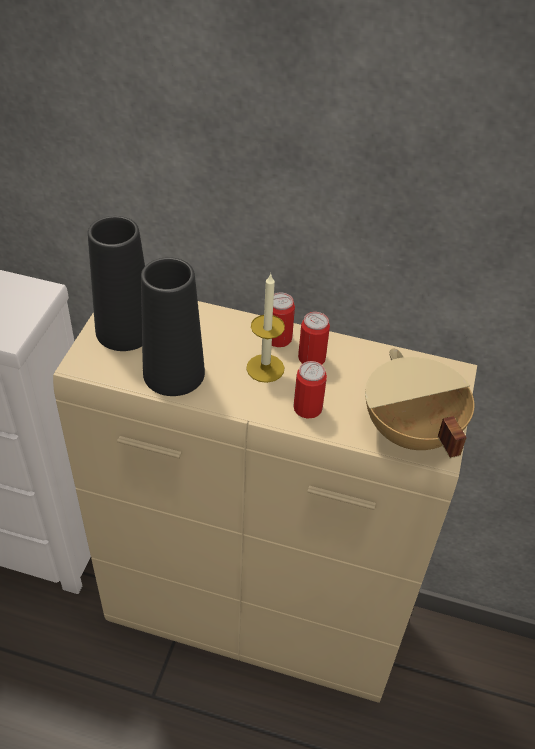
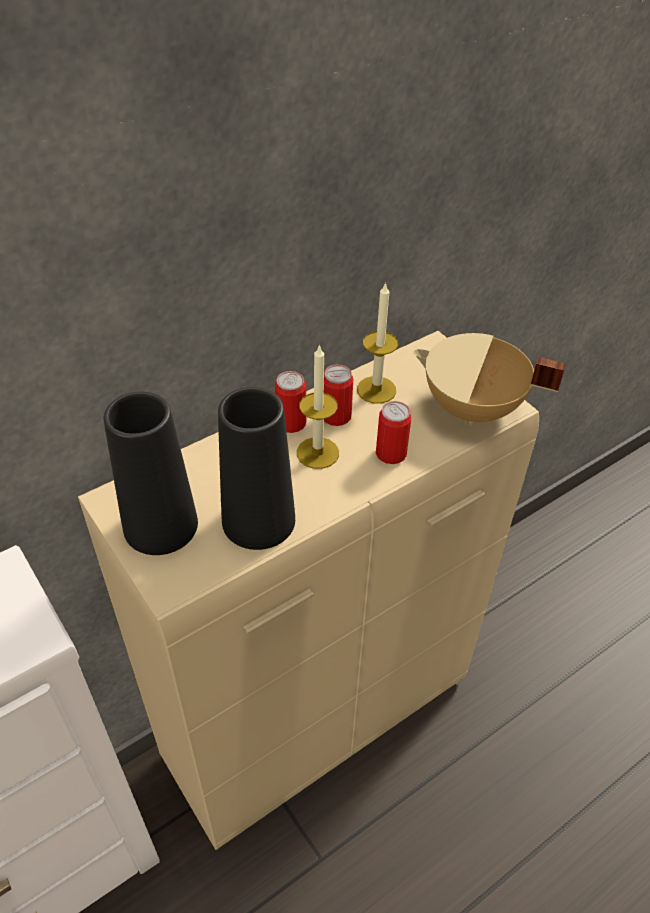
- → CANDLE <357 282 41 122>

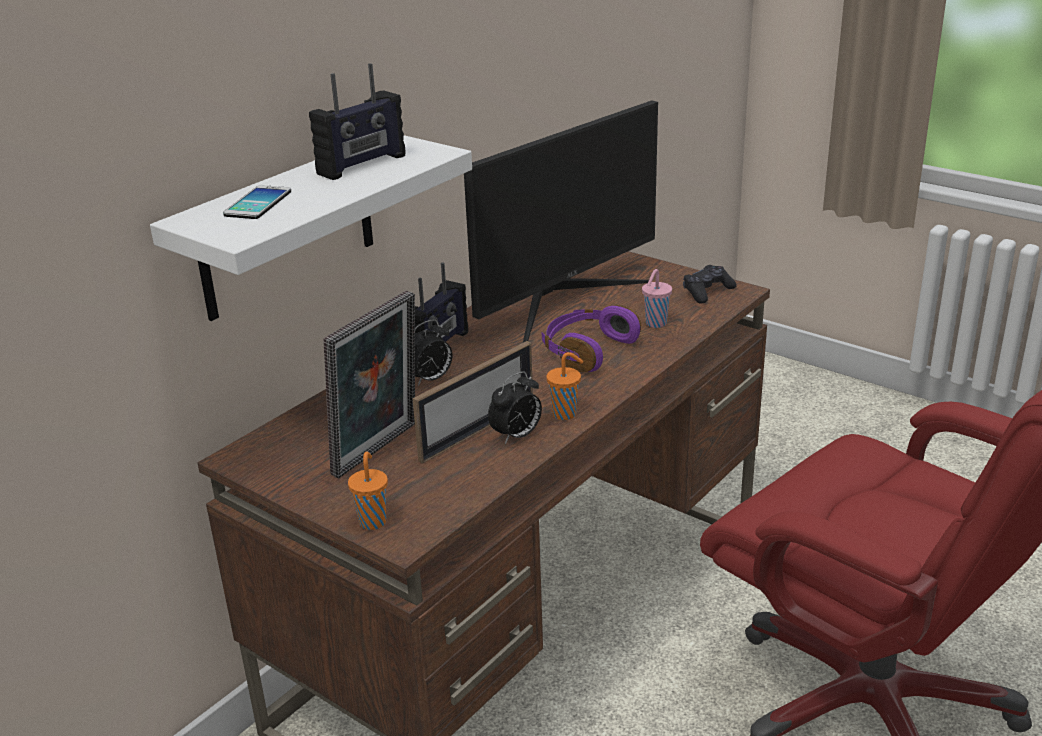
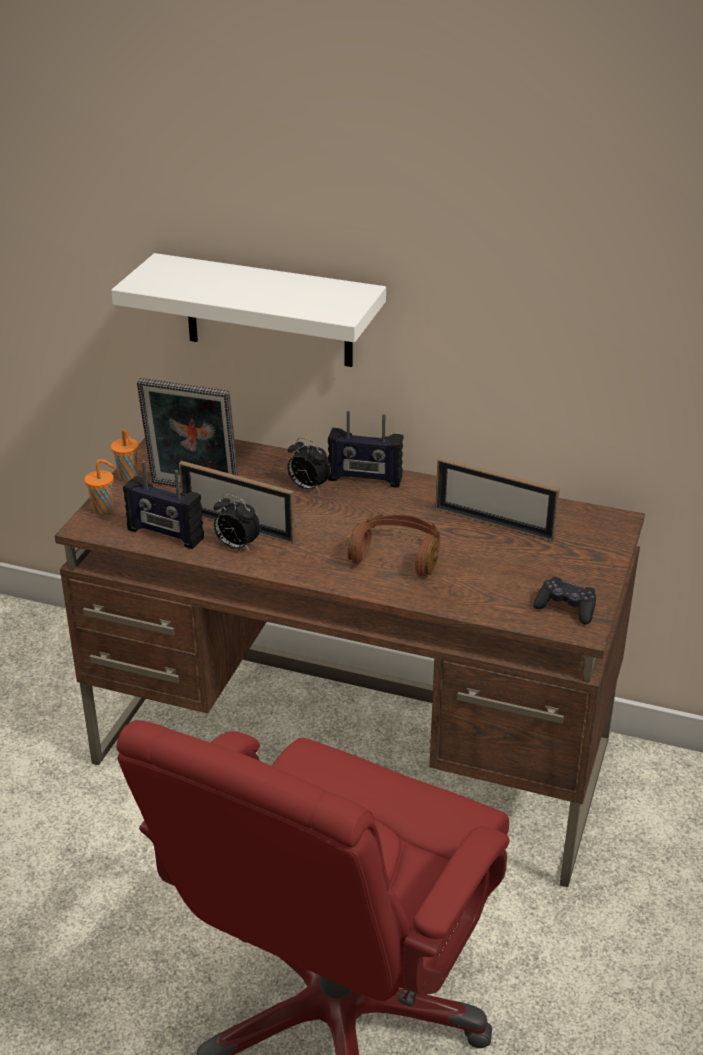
RADIO SET <309 63 96 117> → RADIO SET <123 461 81 88>, relocated
COMPUTER SCREEN <464 100 194 243> → STANDING FRAME <435 457 125 84>
TELEPHONE <223 185 68 34> → -
PINKISH SMALL CUP <642 269 30 59> → -
PURPLISH HEADSET <542 305 99 67> → BROWN HEADSET <347 514 93 62>
ORANGE SMALL CUP <546 352 37 68> → ORANGE SMALL CUP <111 429 28 52>, relocated

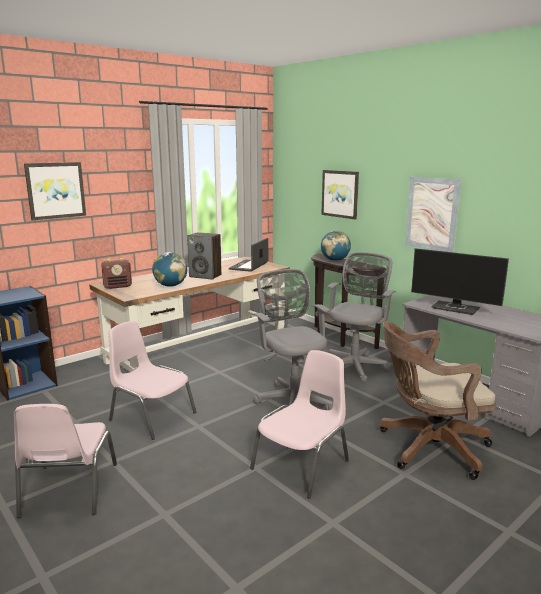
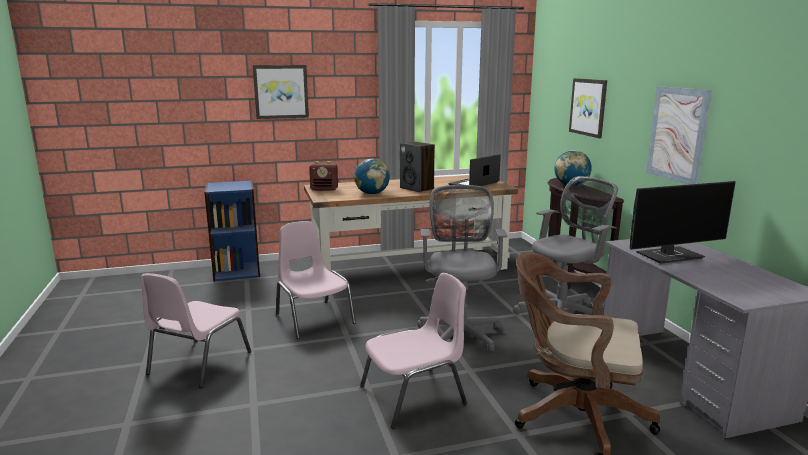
COMPUTER SCREEN <411 248 98 67> → COMPUTER SCREEN <630 181 106 83>, 75 degrees counterclockwise

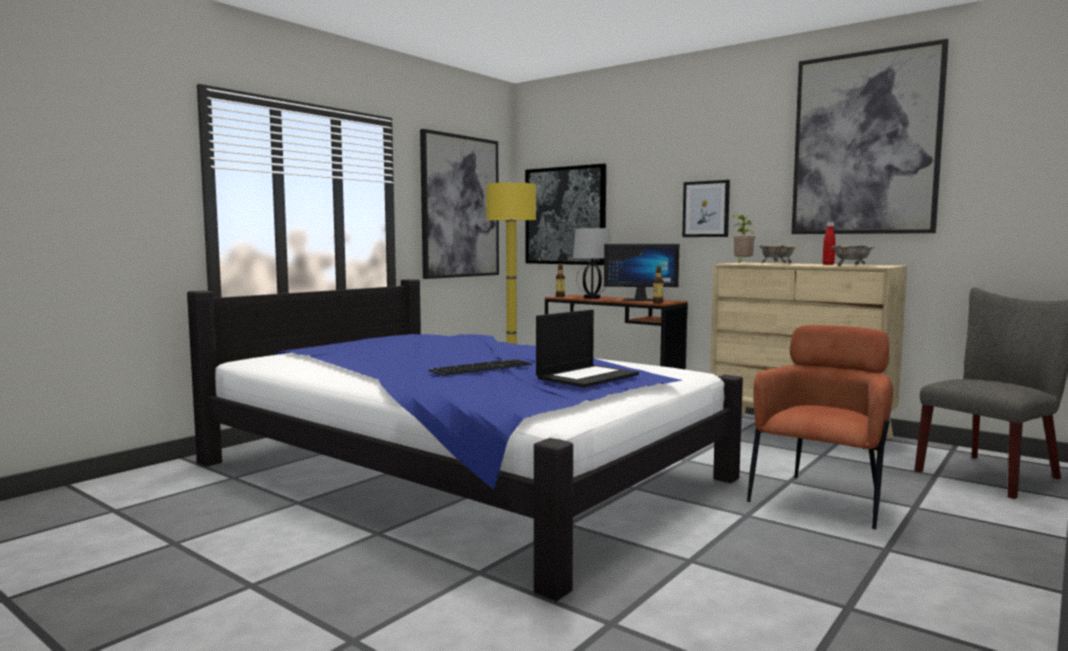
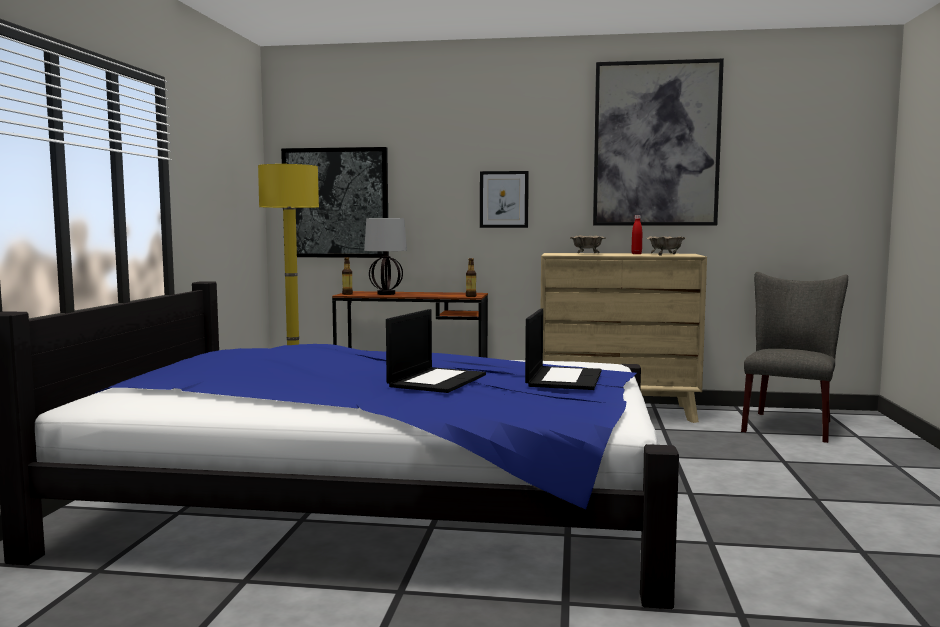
PICTURE <420 129 79 150> → -
POTTED PLANT <733 215 23 49> → -
COMPUTER SCREEN <604 244 75 57> → -
BROWN ARMCHAIR <747 325 146 204> → -
COMPUTER KEYBOARD <429 359 103 17> → LAPTOP <386 309 100 84>

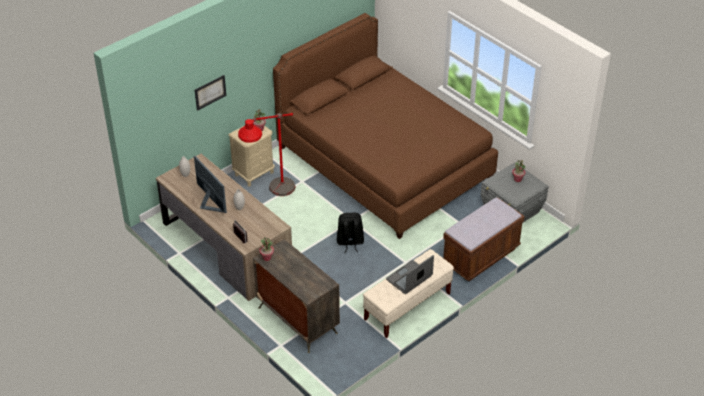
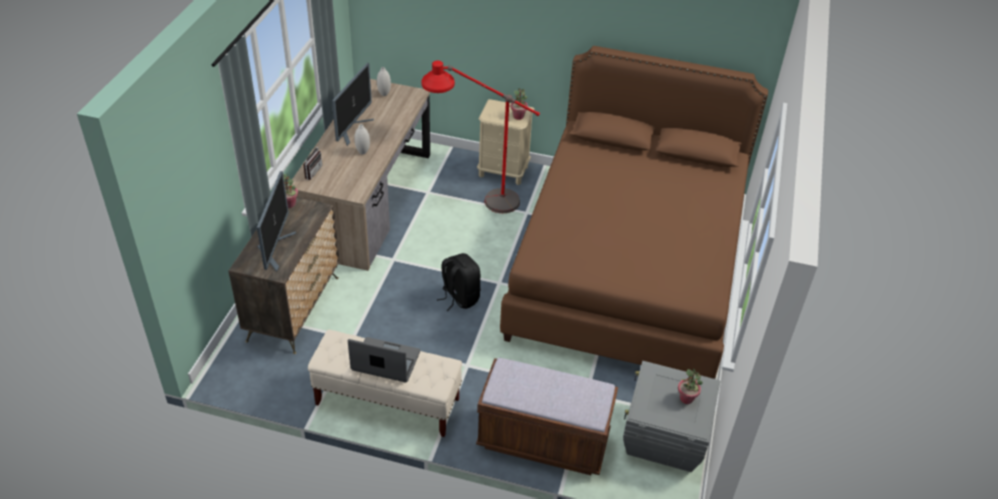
PICTURE <195 75 31 36> → -
- → COMPUTER SCREEN <257 171 39 101>

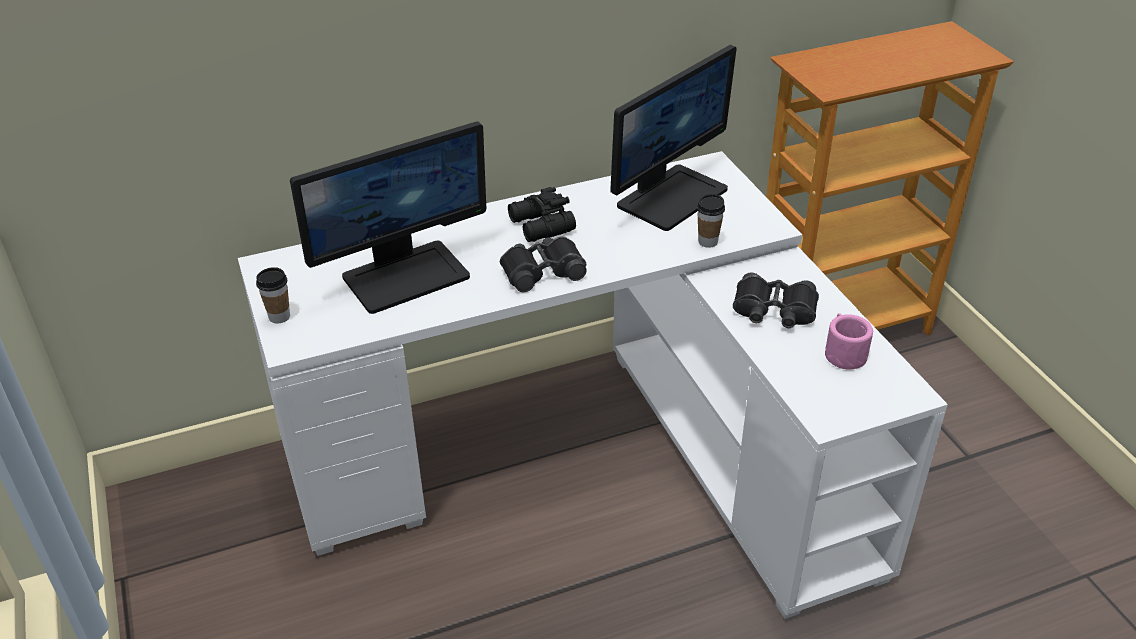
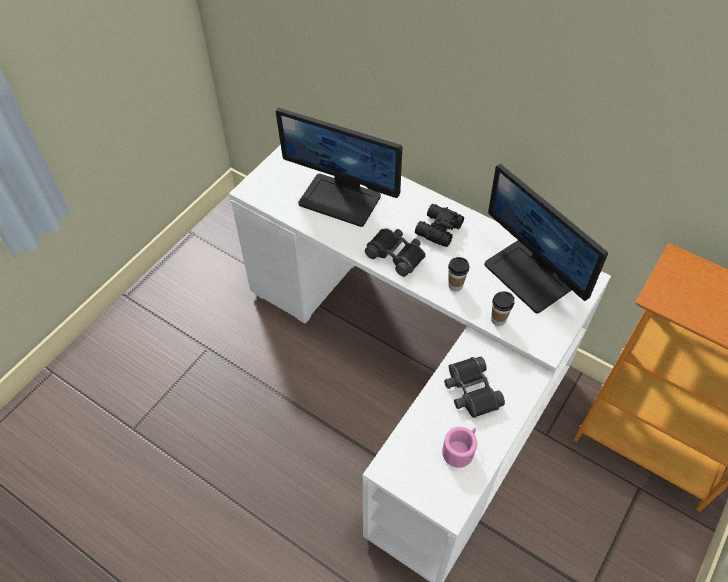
COMPUTER SCREEN <610 45 127 186> → COMPUTER SCREEN <484 164 124 149>, 45 degrees clockwise
SMALL CUP <256 267 34 57> → SMALL CUP <448 257 21 34>, relocated

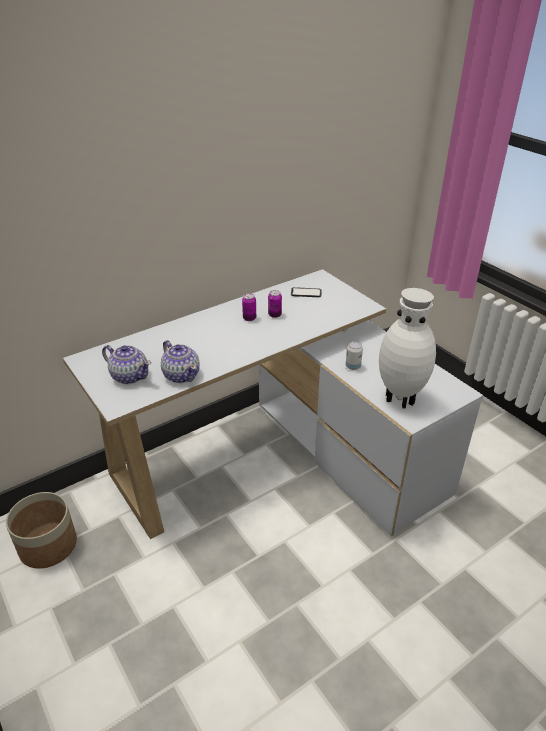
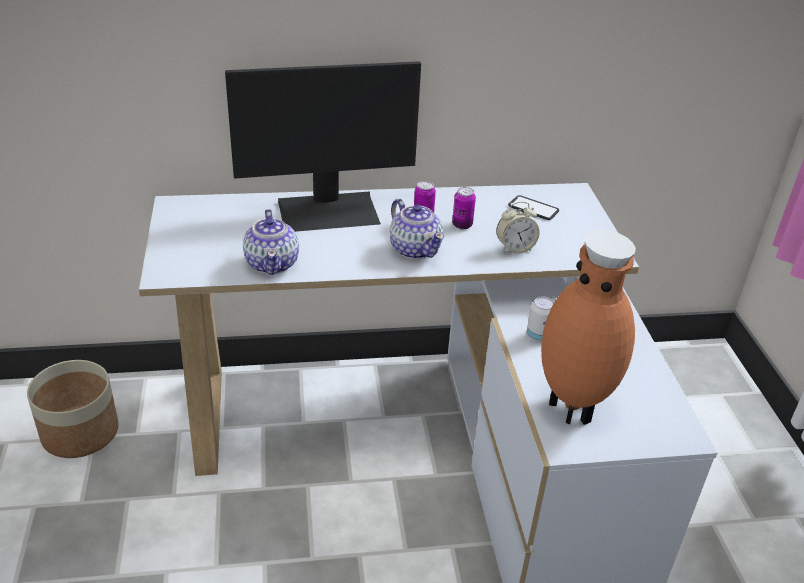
WHITE DECORATIVE VASE <379 288 57 121> → BROWN DECORATIVE VASE <541 229 95 196>
TEAPOT <102 345 49 39> → TEAPOT <390 199 54 60>, relocated
- → COMPUTER SCREEN <225 61 196 171>
- → ALARM CLOCK <496 202 44 52>

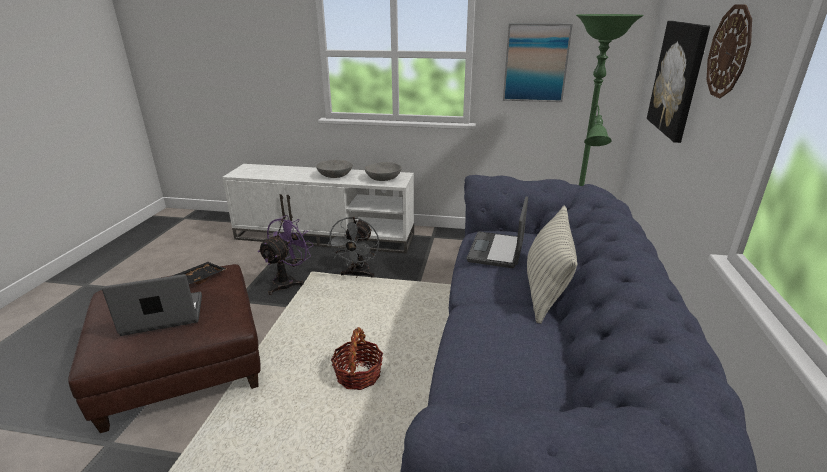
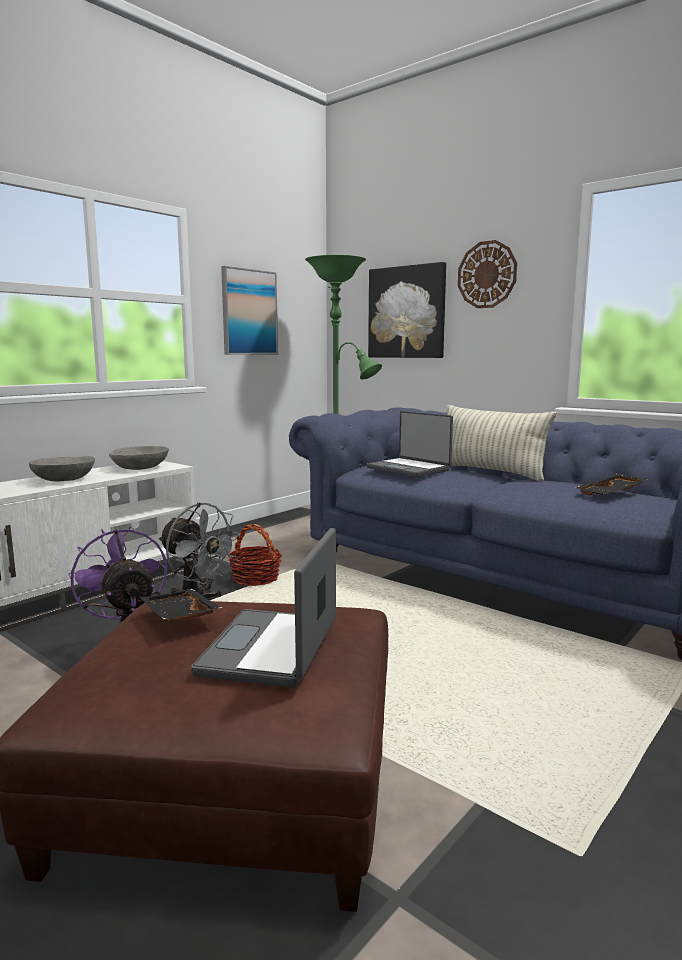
STORAGE BASKET <331 327 52 63> → STORAGE BASKET <228 524 54 62>, relocated
- → BLACK-COLOURED CARRYING TRAY <575 474 73 22>

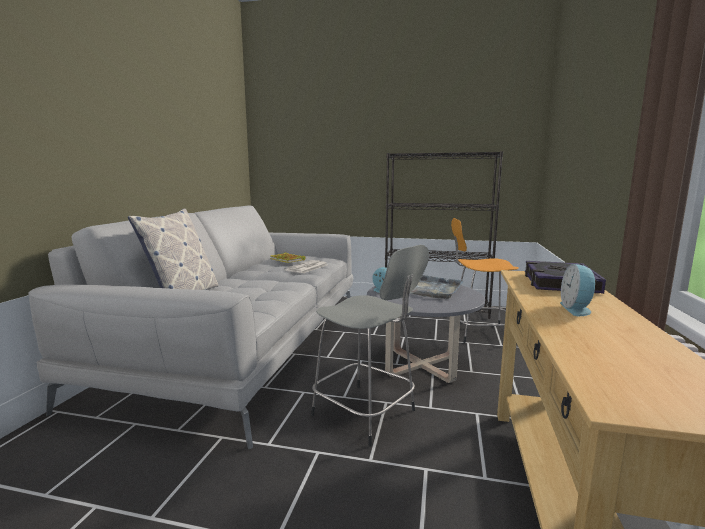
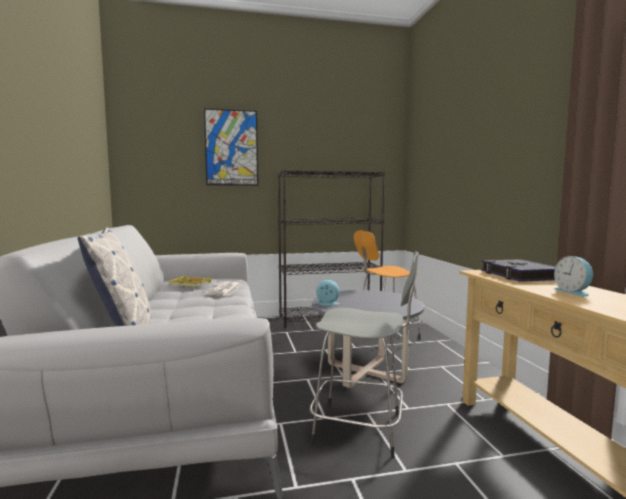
GREY CARRYING TRAY <409 275 54 24> → -
- → PICTURE <204 108 54 78>

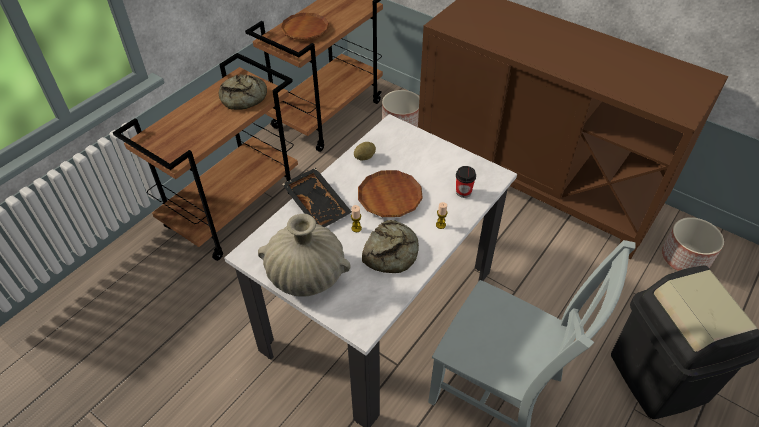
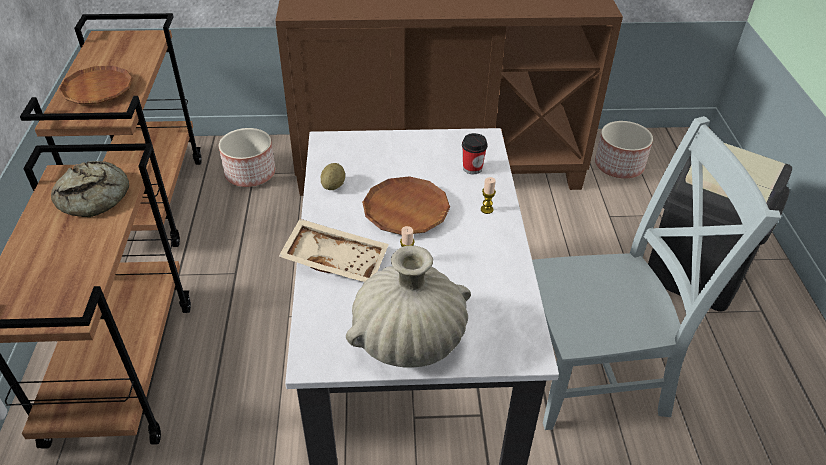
BLACK-COLOURED CARRYING TRAY <282 168 70 59> → SAND-COLOURED CARRYING TRAY <278 219 111 63>
BAKED BREAD <362 220 57 53> → -

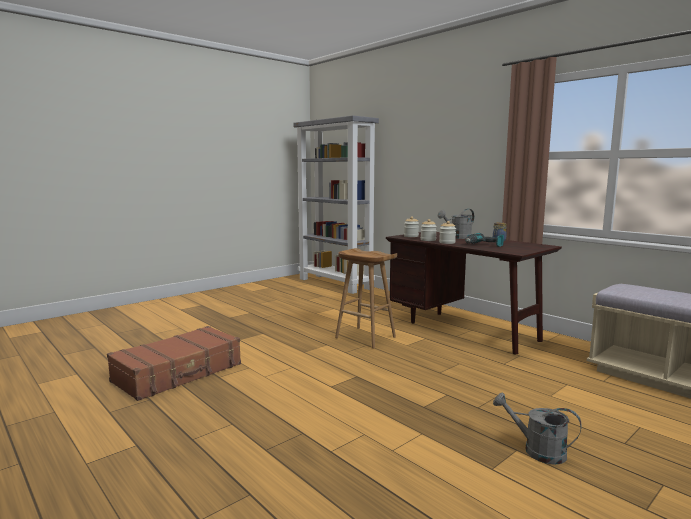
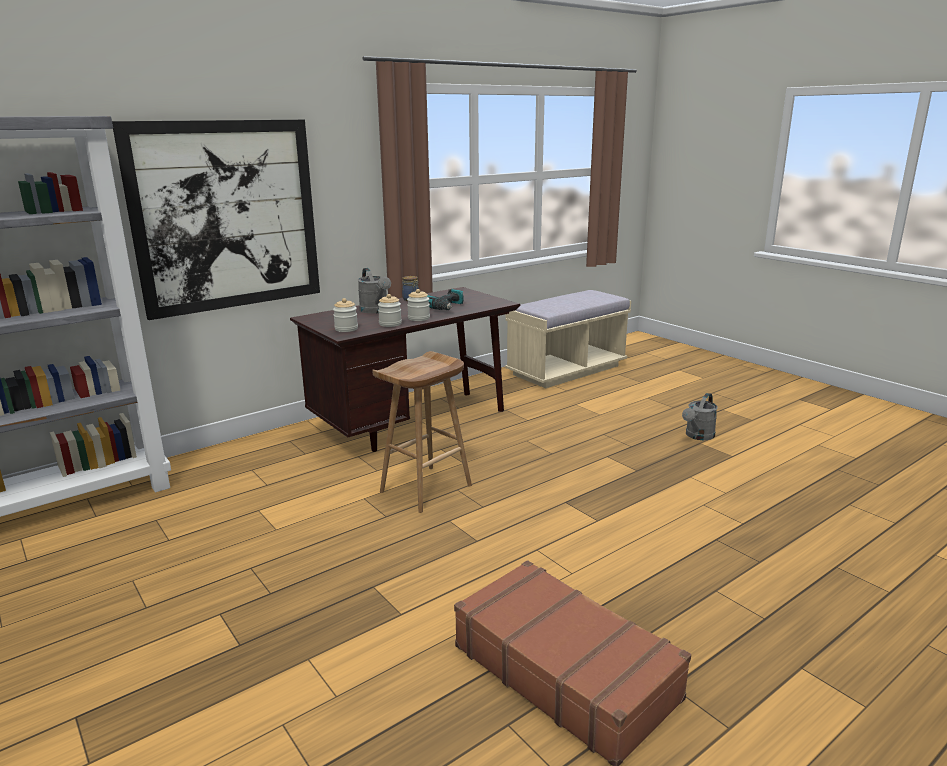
- → PICTURE <112 120 208 200>

